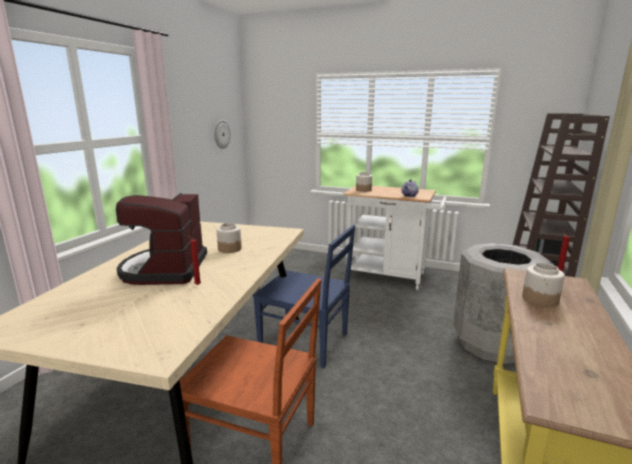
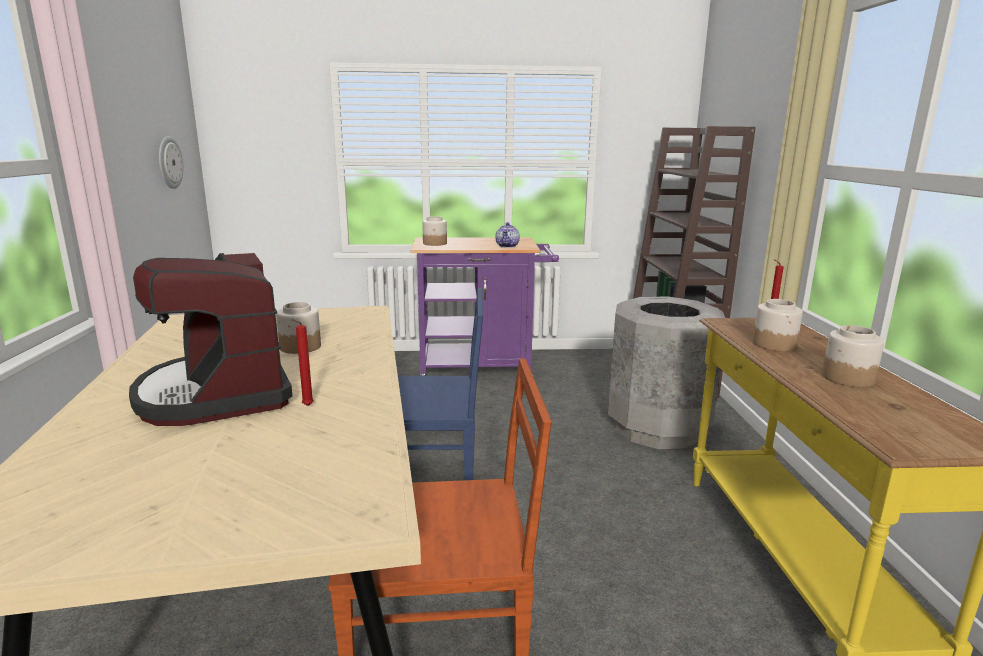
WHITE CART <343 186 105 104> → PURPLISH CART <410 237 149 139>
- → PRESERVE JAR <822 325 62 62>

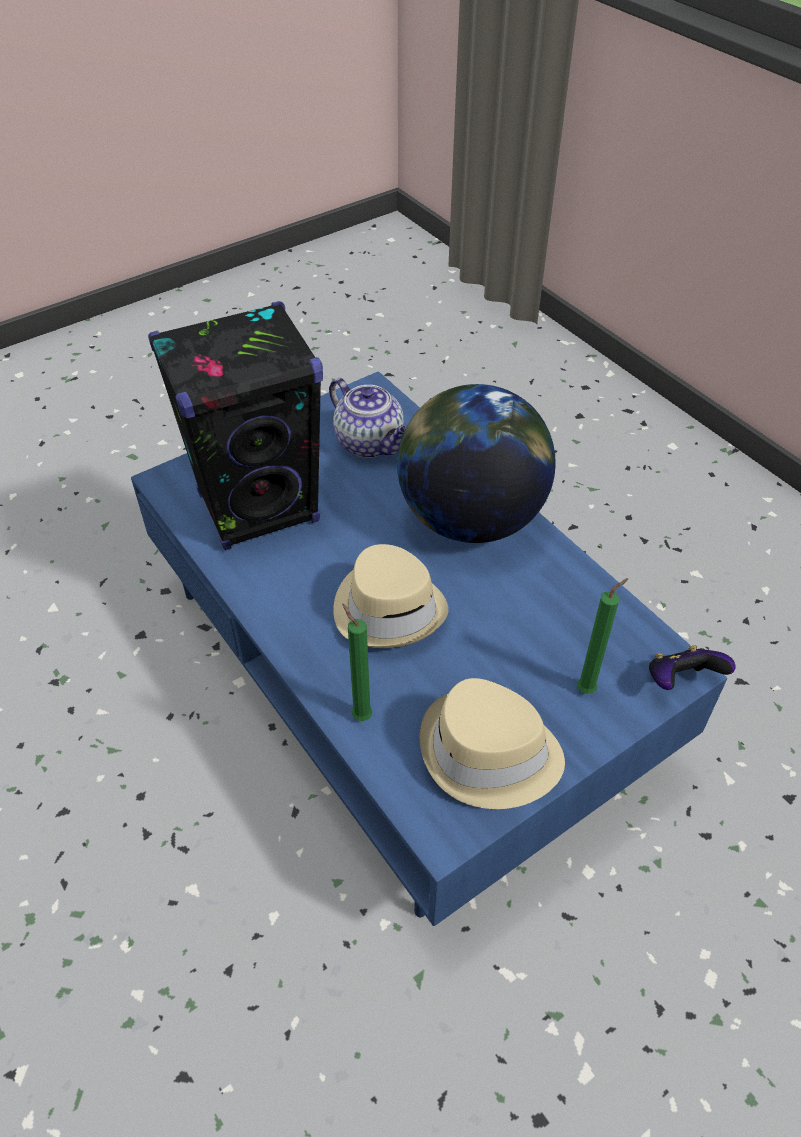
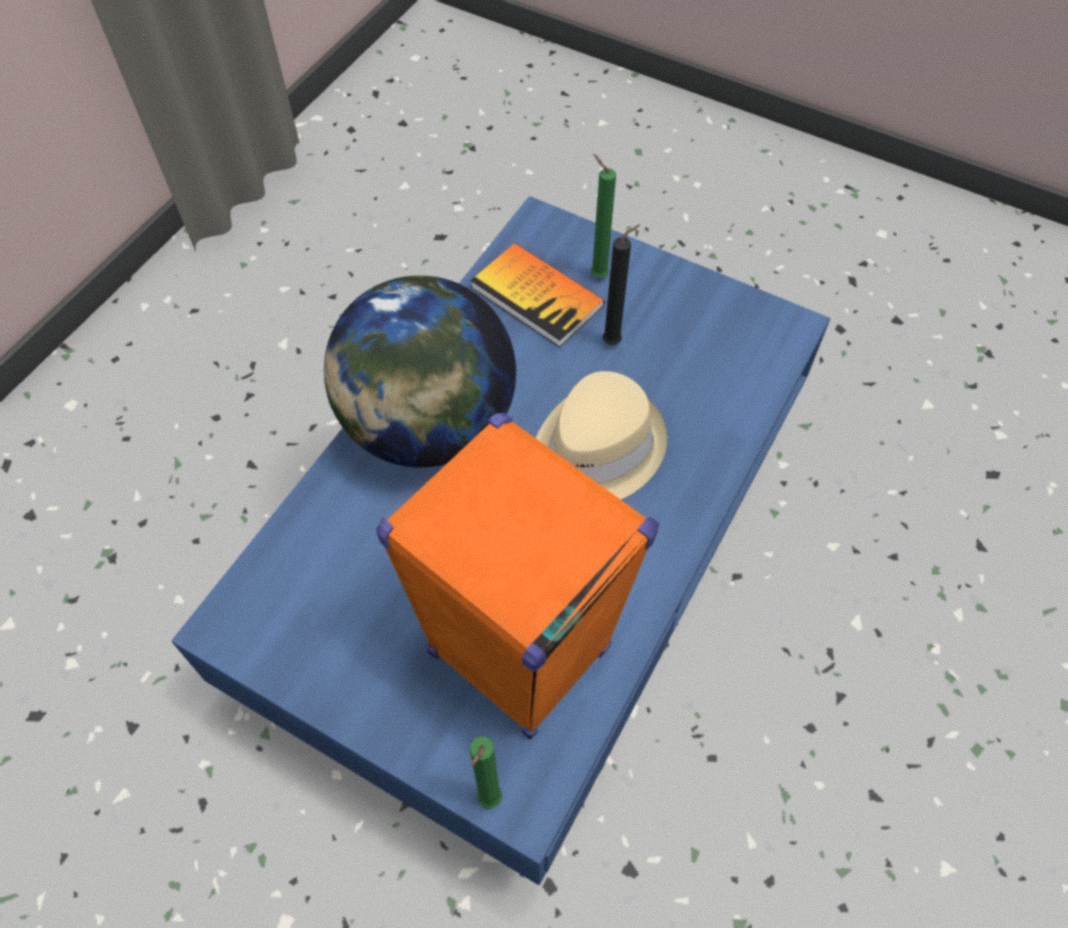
BLACK-COLOURED AUDIO SPEAKER <148 301 175 249> → ORANGE AUDIO SPEAKER <376 413 283 326>
TEAPOT <329 378 78 80> → -
GREENISH CANDLE <342 604 30 117> → GREENISH CANDLE <470 736 32 73>, relocated
JOYPAD <649 645 86 45> → -
SAND-COLOURED CLOTHING HAT <419 678 146 131> → -
- → BLACK-COLOURED CANDLE <602 224 38 121>
- → BOUND BOOK <470 243 135 104>

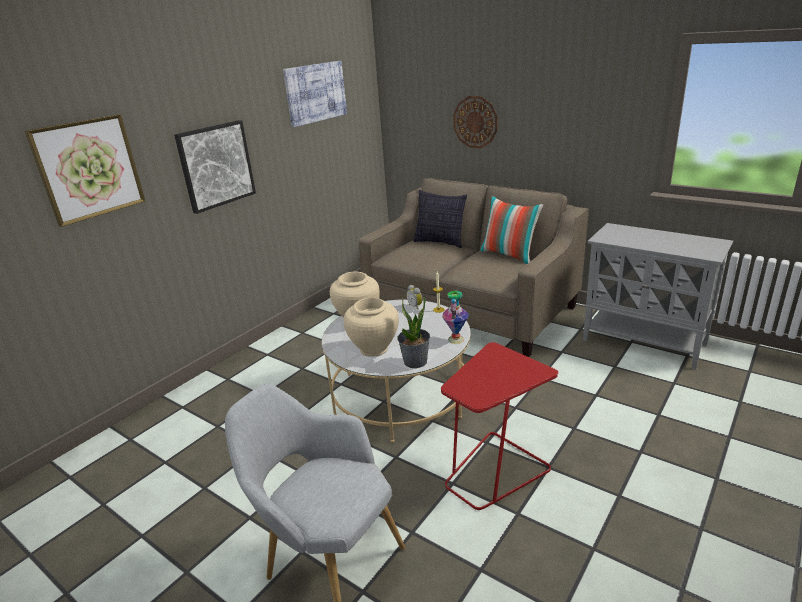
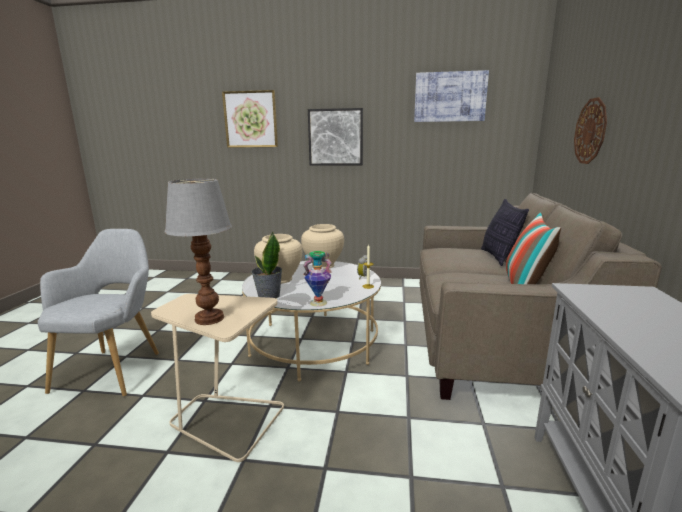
RED-COLOURED ACCENT TABLE <441 342 117 168> → SAND-COLOURED ACCENT TABLE <151 294 133 168>
- → TABLE LAMP <165 178 67 147>

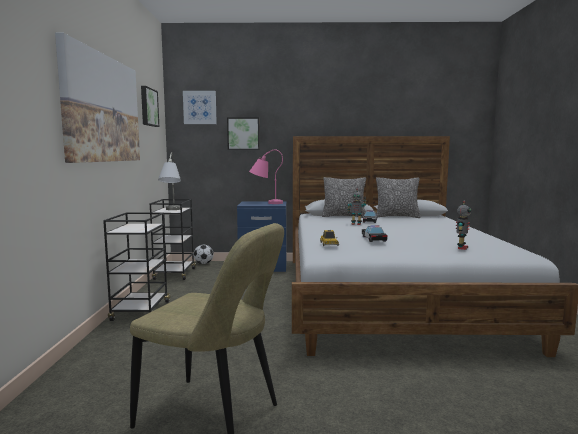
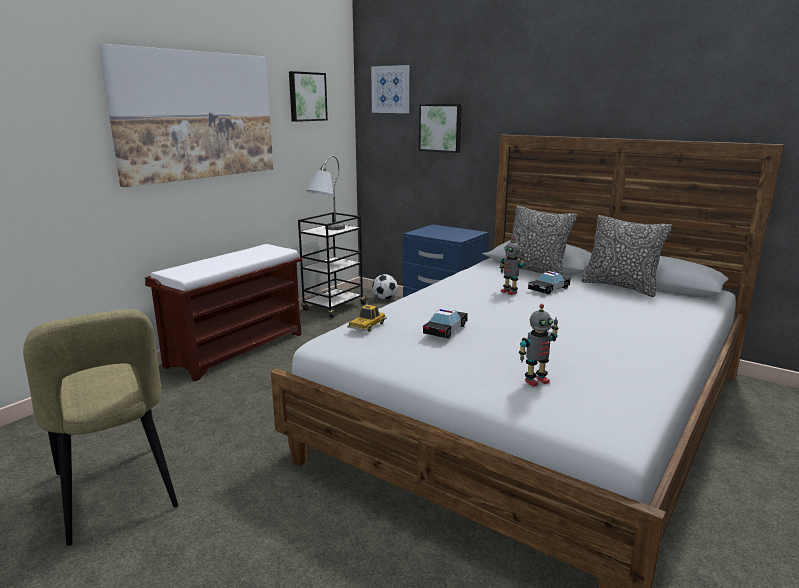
PINKISH TABLE LAMP <249 149 34 55> → -
BLACK-COLOURED CART <103 212 67 109> → BROWN INDOOR BENCH <145 244 158 137>

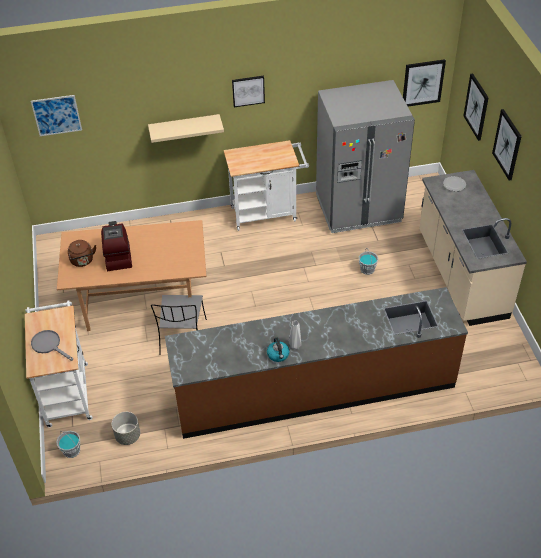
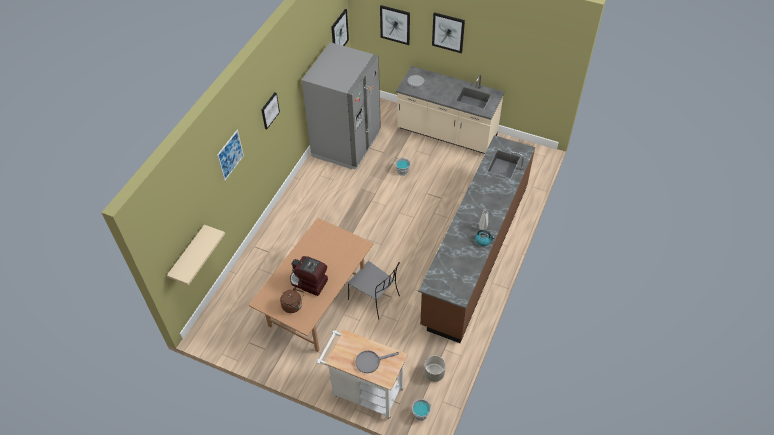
PICTURE <31 95 51 41> → PICTURE <217 130 27 51>, relocated
SAND-COLOURED WALL SHELF <148 114 76 29> → SAND-COLOURED WALL SHELF <167 225 58 60>, relocated
WHITE CART <224 140 85 91> → -

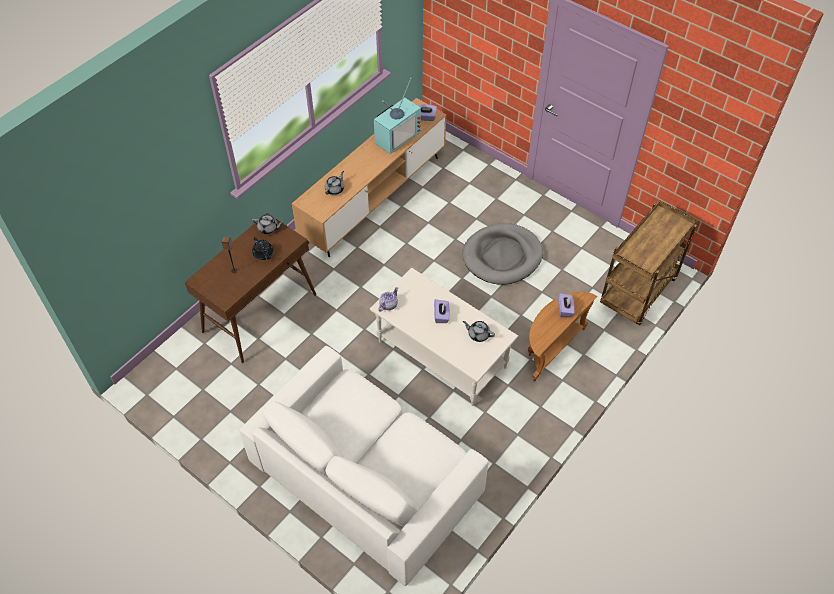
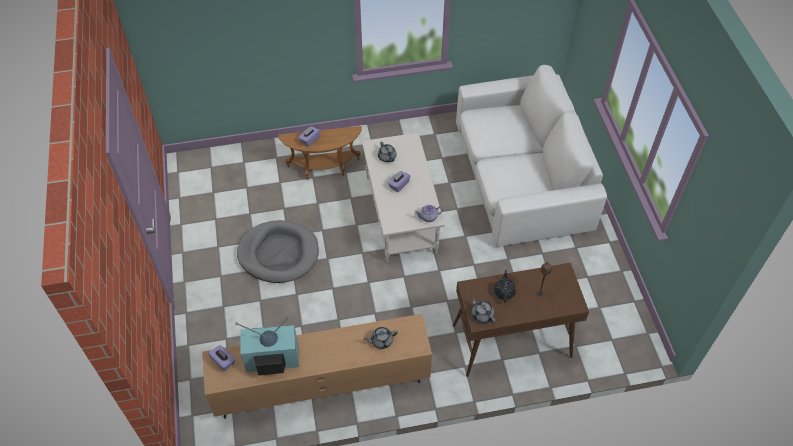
BROWN CART <600 200 98 125> → -

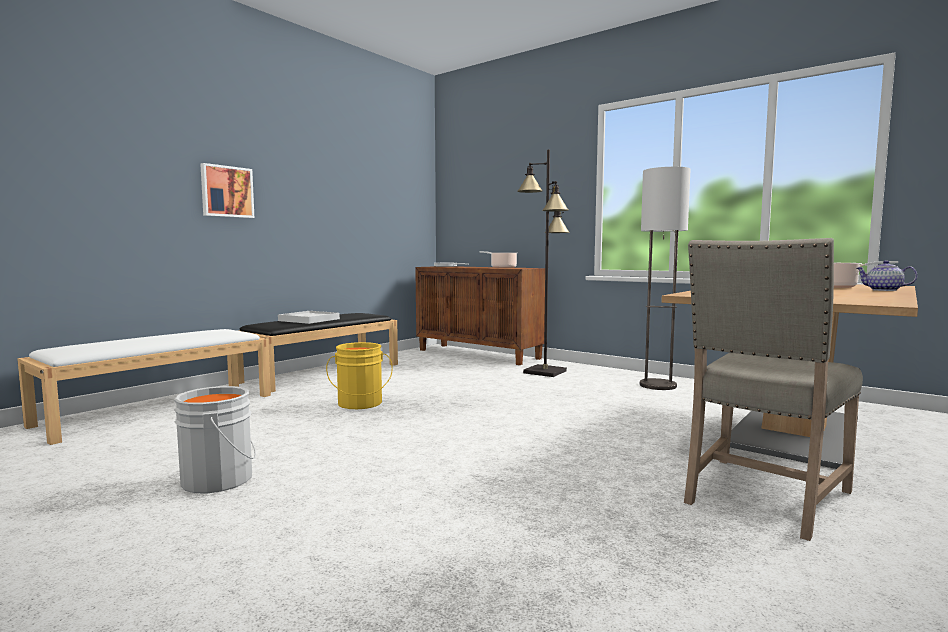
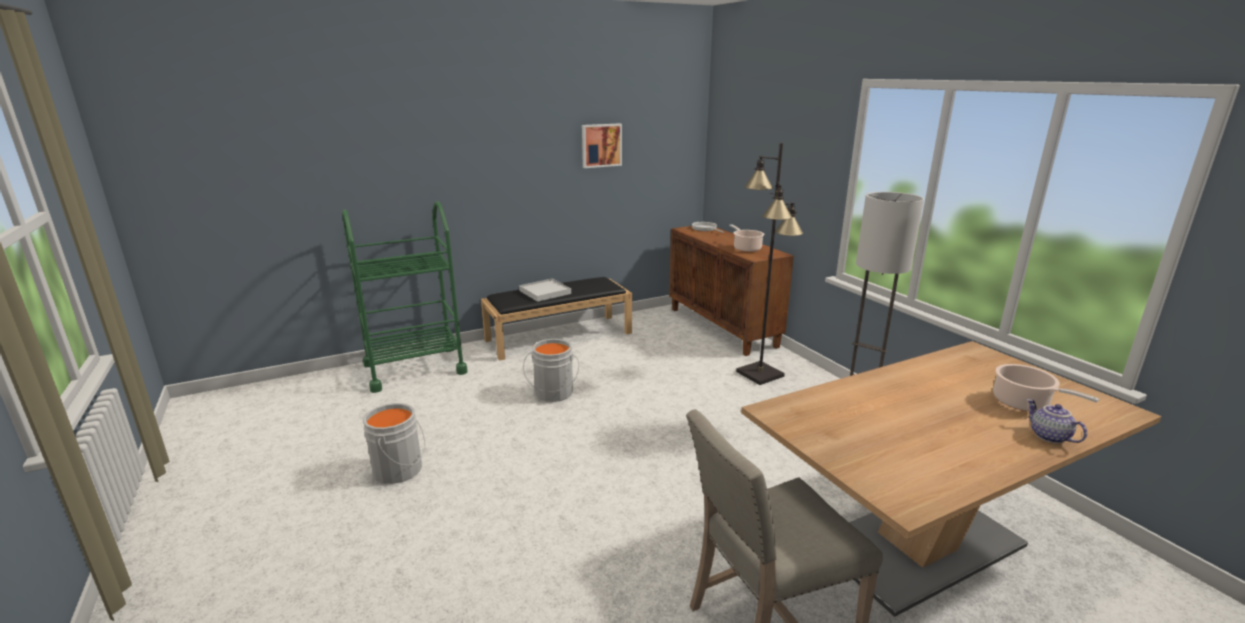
PICTURE <200 163 54 55> → PICTURE <582 123 40 45>, relocated
WHITE INDOOR BENCH <17 329 254 116> → GREENISH CART <342 201 125 192>
YELLOW-COLOURED WATER BUCKET <326 342 67 67> → GREY WATER BUCKET <523 339 56 63>

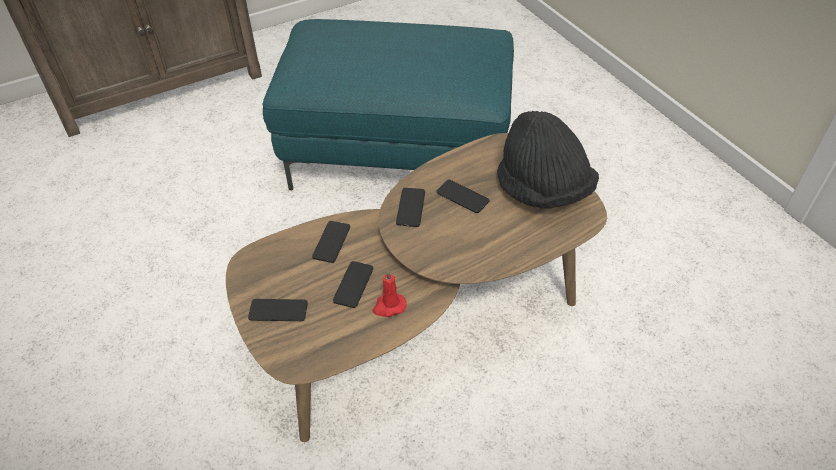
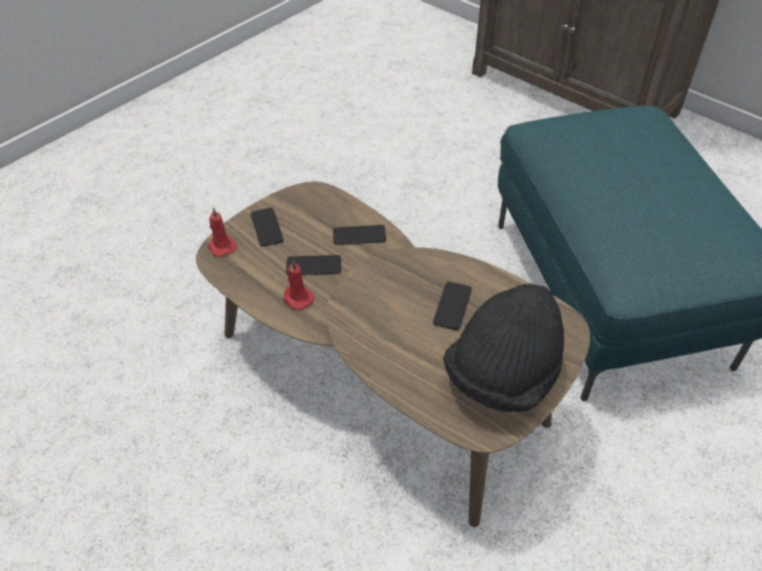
TELEPHONE <396 188 29 39> → -
- → RED-COLOURED CANDLE <208 207 29 50>

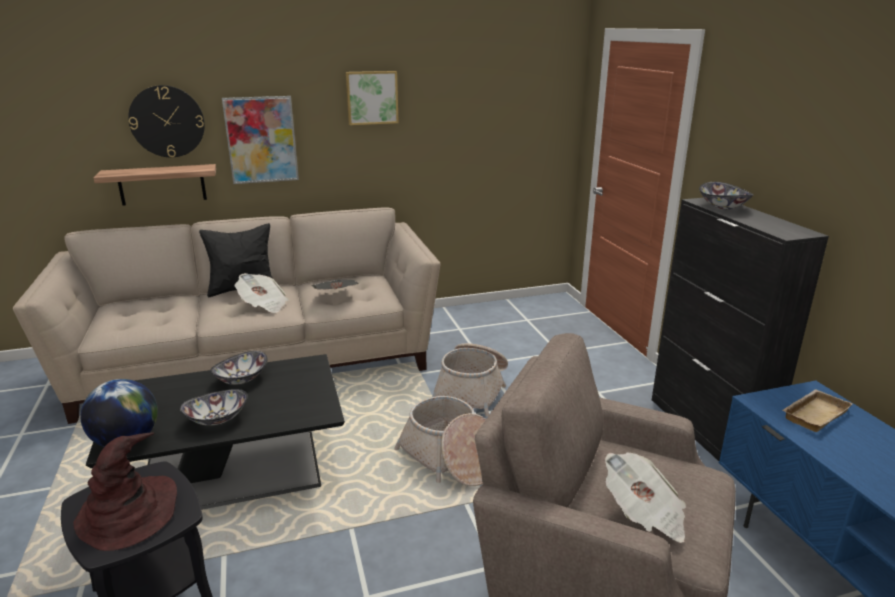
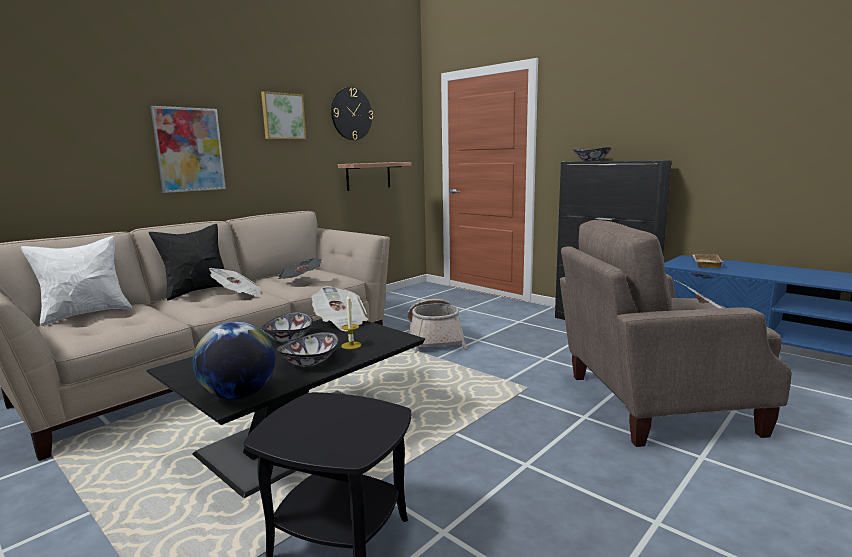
WALL CLOCK <128 85 77 72> → WALL CLOCK <331 87 42 53>, relocated
WALL SHELF <94 164 122 42> → WALL SHELF <338 162 73 29>, relocated
STORAGE BASKET <394 396 92 90> → -
BROWN CLOTHING HAT <73 433 104 118> → -
- → WHITE PILLOW <21 236 111 90>
- → NEWSPAPER <311 286 57 45>
- → CANDLE <341 293 21 56>

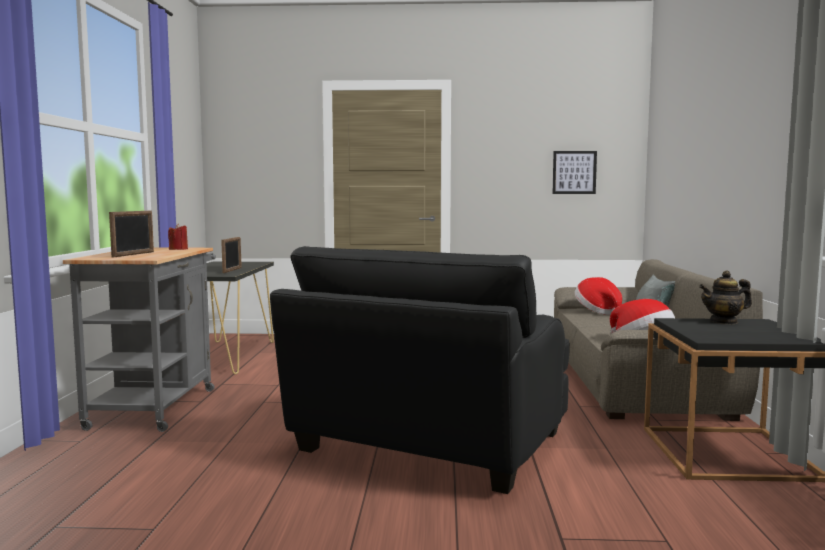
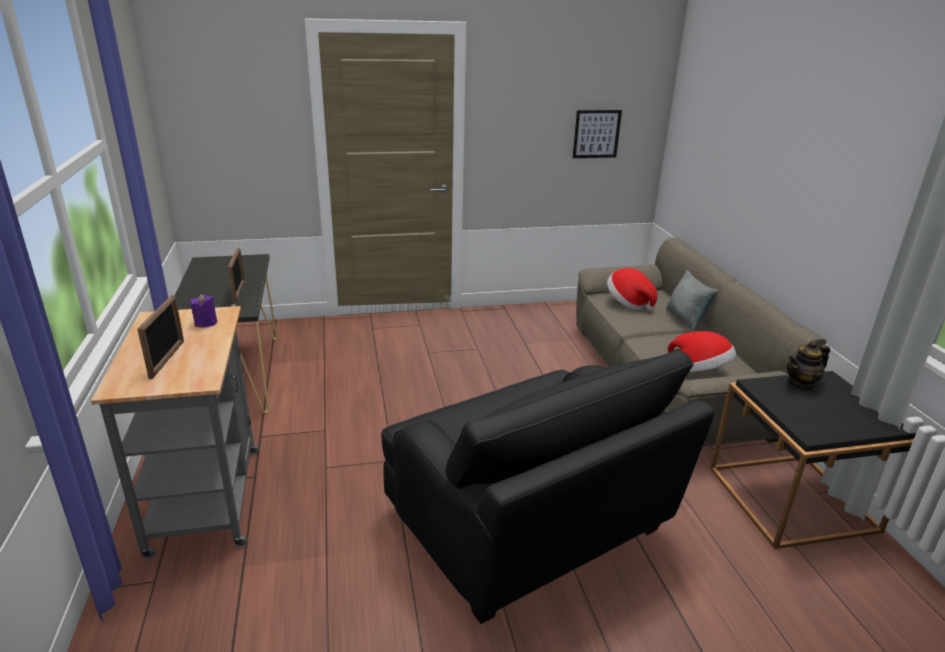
RED-COLOURED CANDLE <168 224 20 26> → PURPLISH CANDLE <191 294 26 33>
BLACK-COLOURED ARMCHAIR <270 246 300 248> → BLACK-COLOURED ARMCHAIR <381 349 334 275>, 45 degrees counterclockwise

